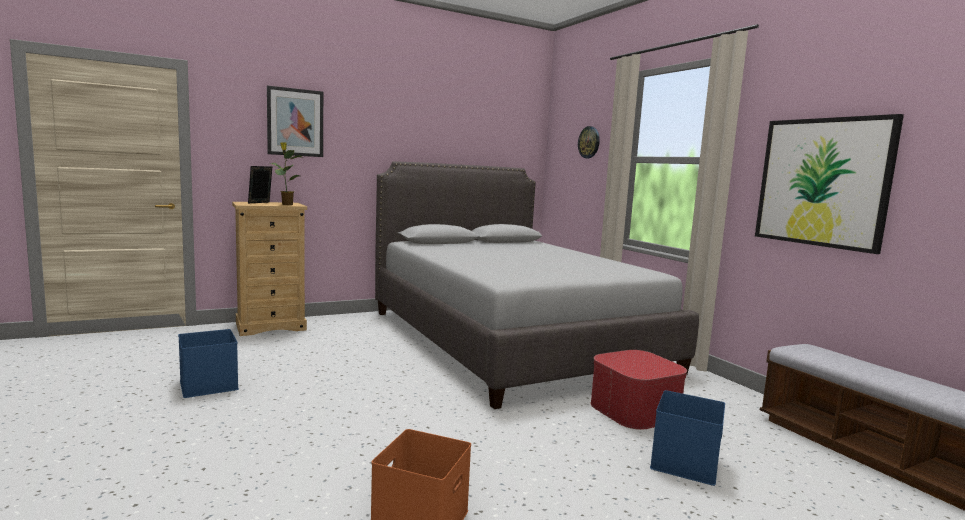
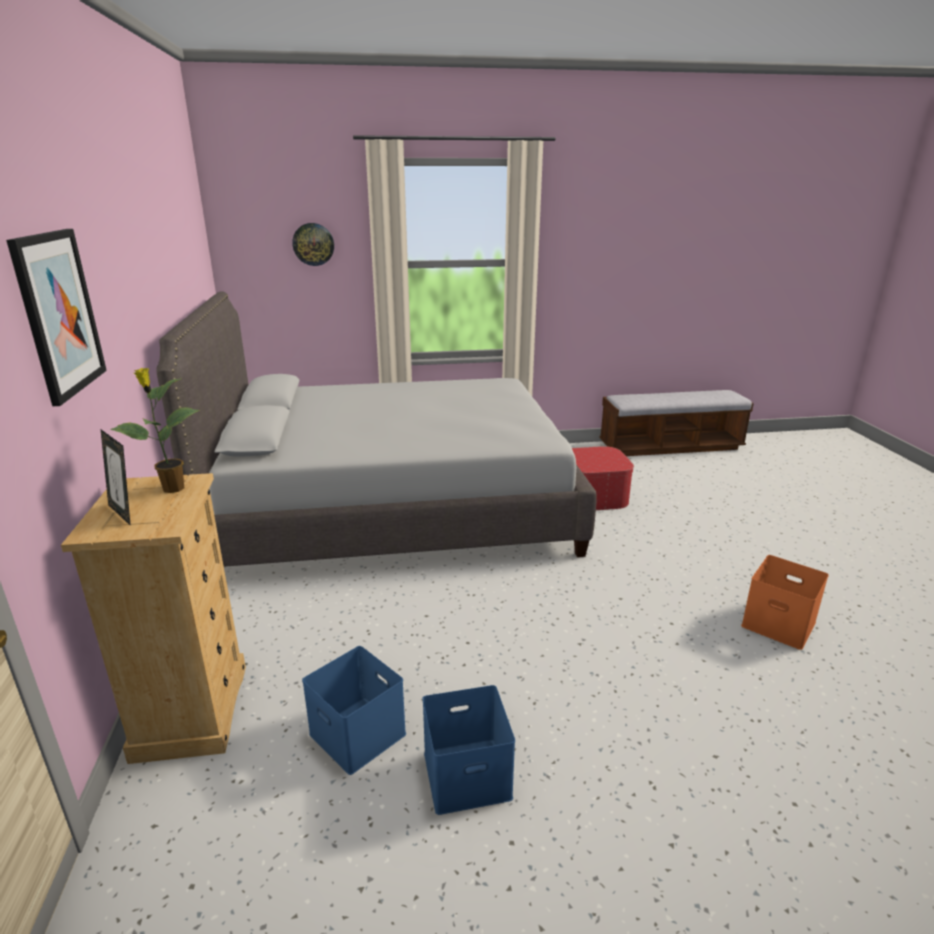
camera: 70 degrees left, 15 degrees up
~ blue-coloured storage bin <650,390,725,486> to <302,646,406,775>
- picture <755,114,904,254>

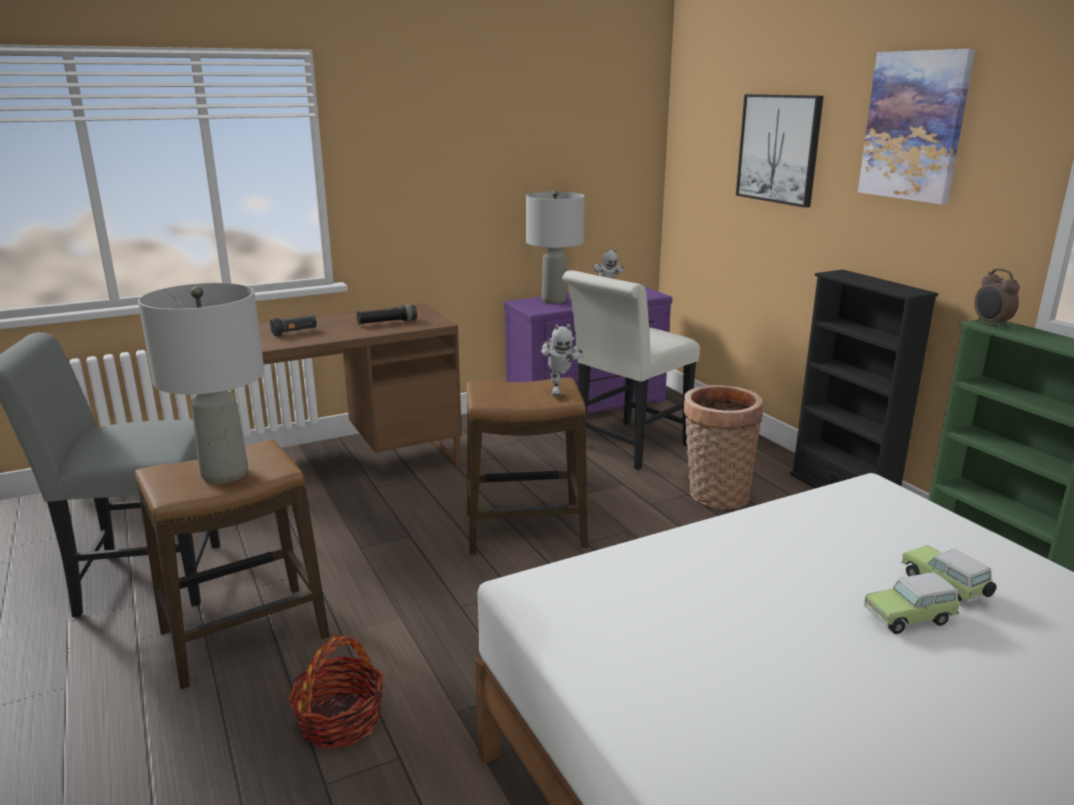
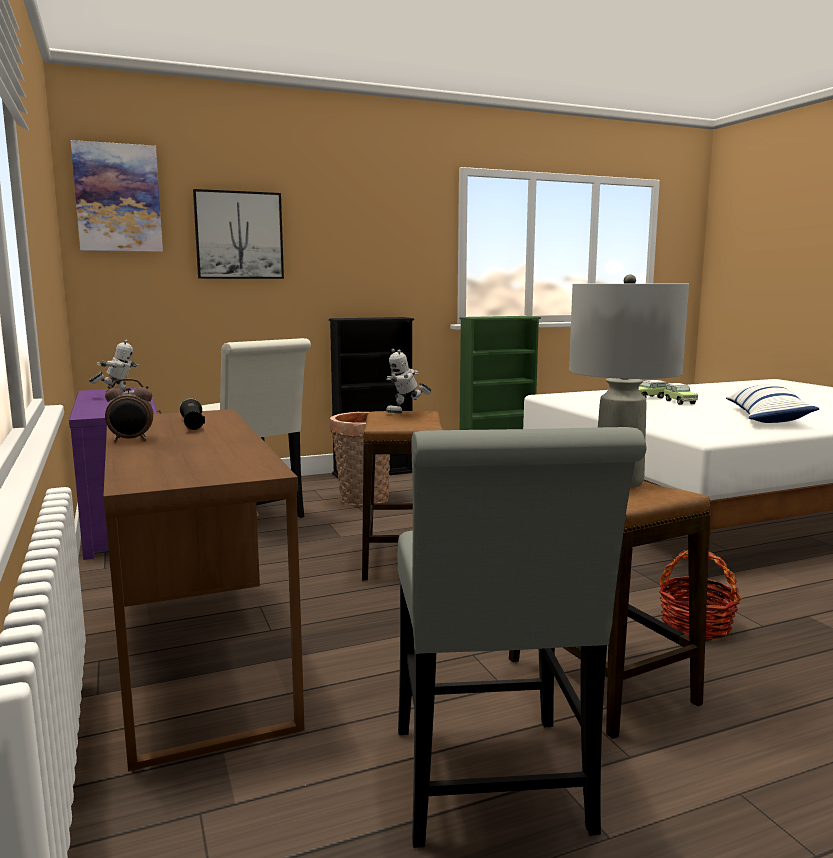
camera: 85 degrees left, 10 degrees down
~ picture <858,49,975,204> to <71,140,163,252>
~ table clock <974,269,1020,328> to <105,379,153,442>
~ robot figure <541,324,584,397> = <386,349,432,414> 150 degrees clockwise
+ pillow <726,385,820,423>
- black-coloured torch <270,315,317,336>
- gray table lamp <526,191,585,304>

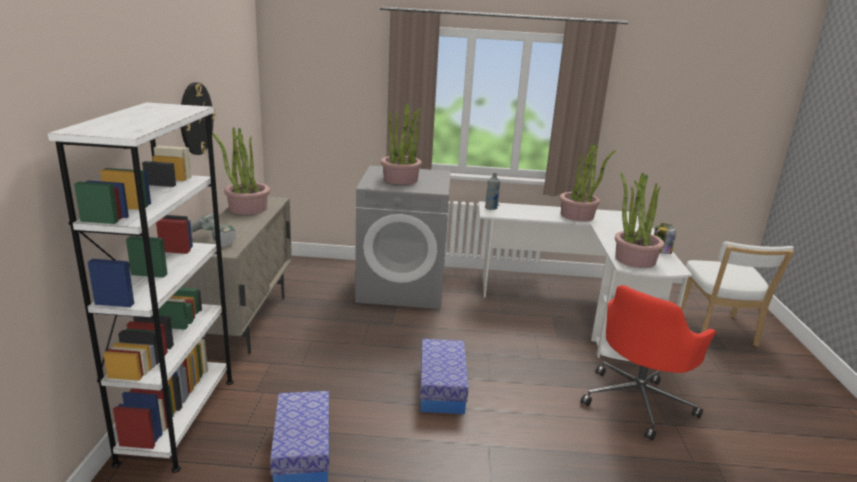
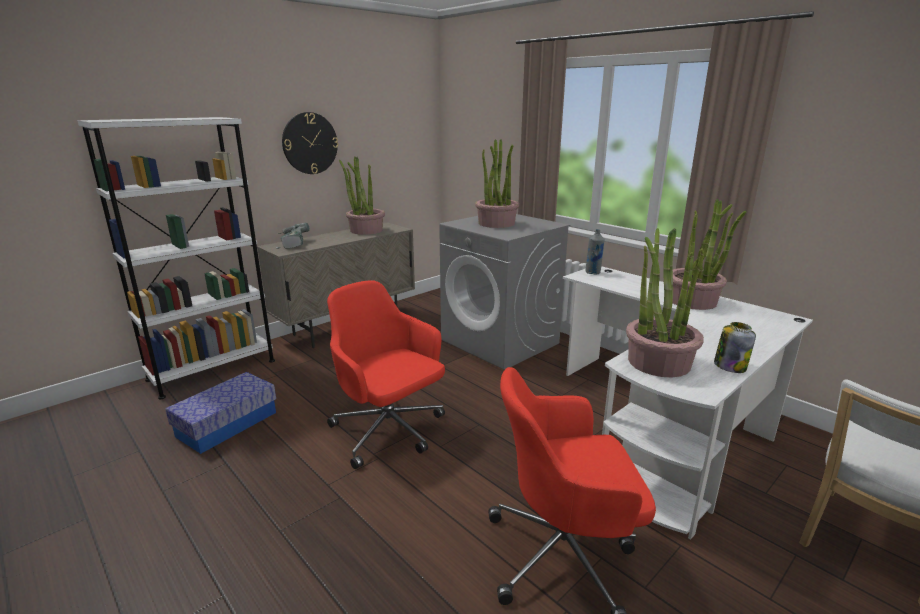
camera: 45 degrees right, 0 degrees up
~ storage bin <420,339,469,414> to red office chair <327,280,445,469>

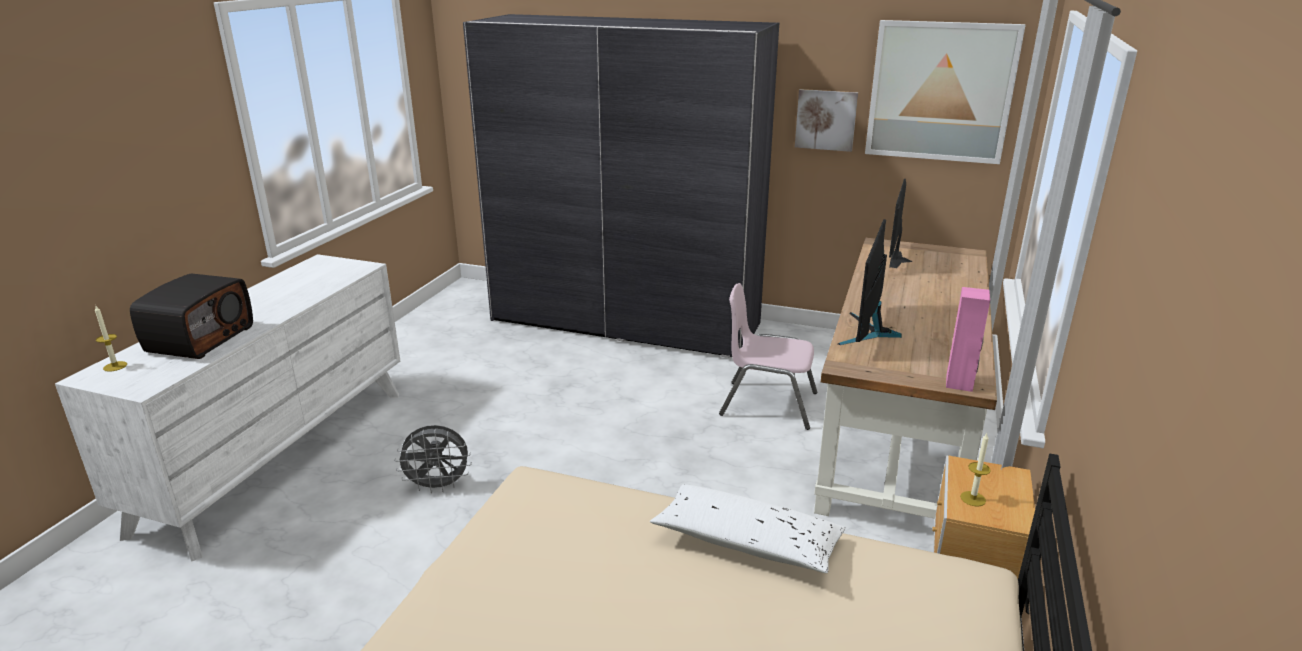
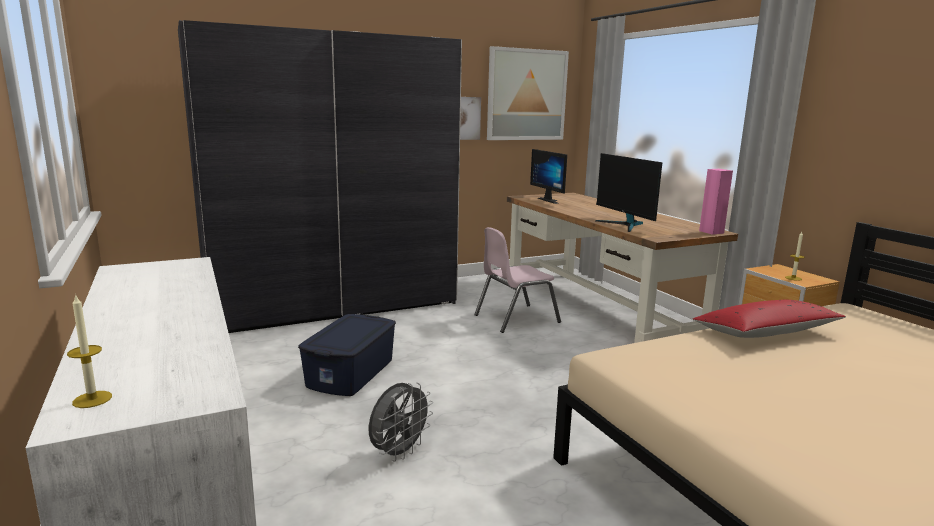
camera: 45 degrees left, 10 degrees down
+ blue-coloured storage bin <298,314,396,396>
~ whitish pillow <650,484,845,573> to red pillow <693,300,846,338>
- radio set <130,273,253,359>

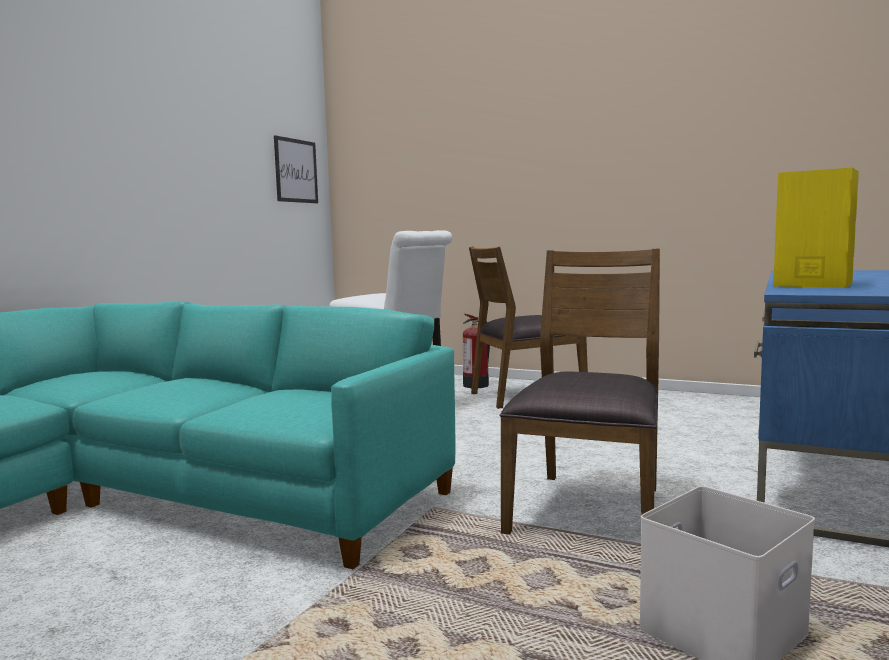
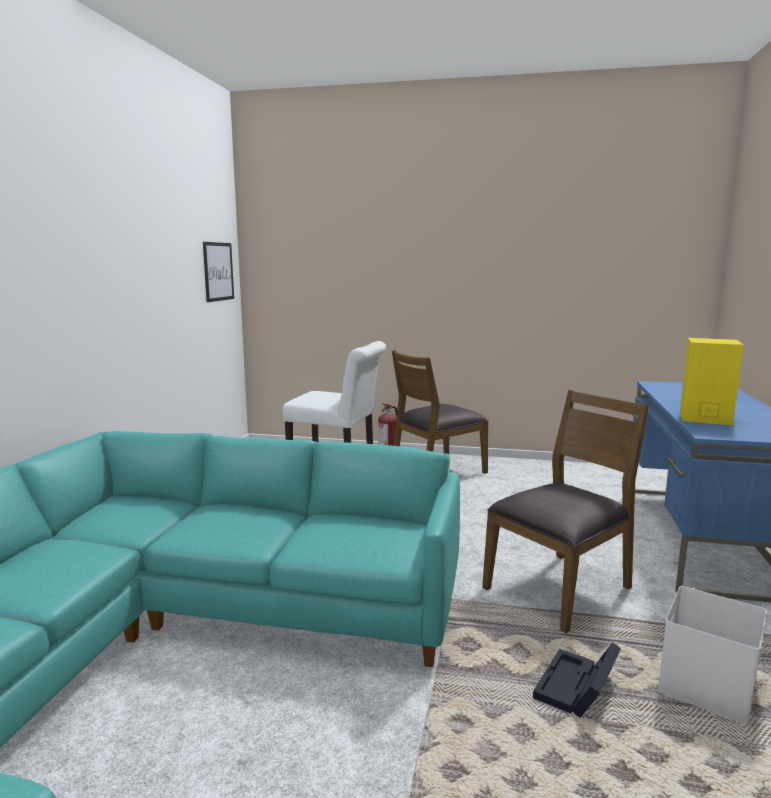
camera: 15 degrees left, 5 degrees up
~ brown chair <500,248,660,535> = <482,390,649,633> 45 degrees clockwise
+ black-coloured storage bin <533,642,621,718>

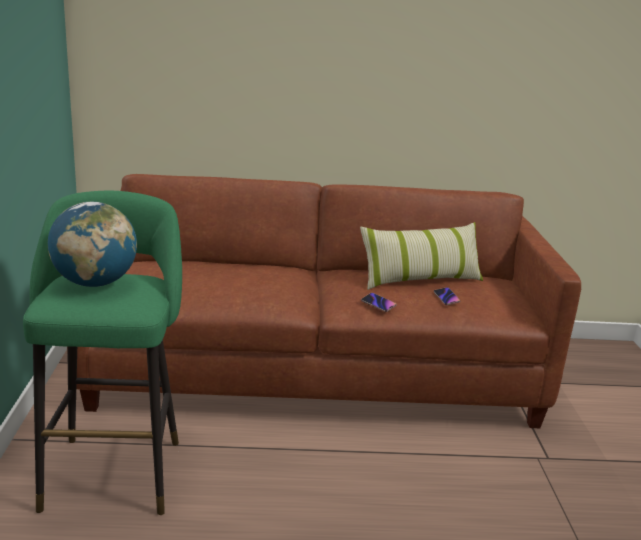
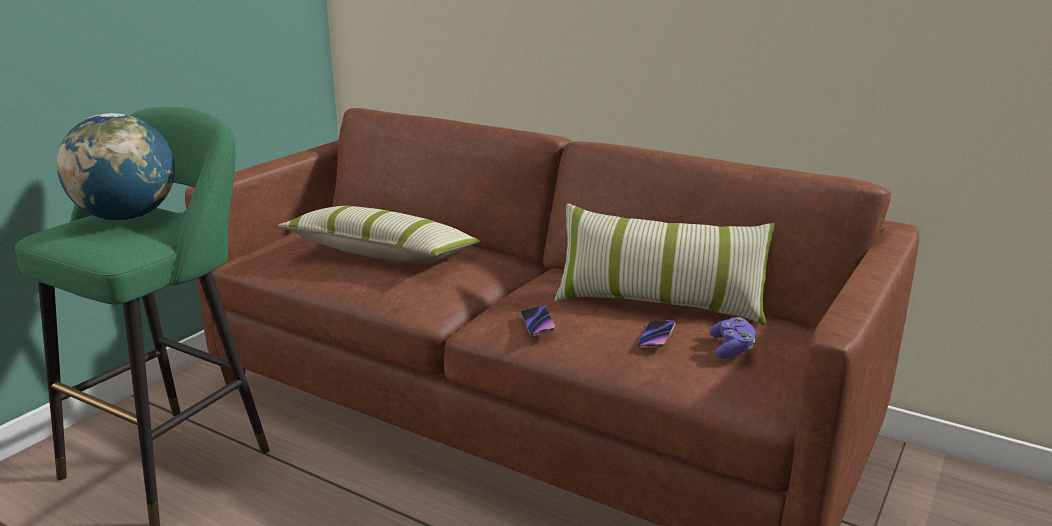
camera: 35 degrees right, 0 degrees up
+ pillow <278,206,480,263>
+ purple game controller <710,317,755,359>

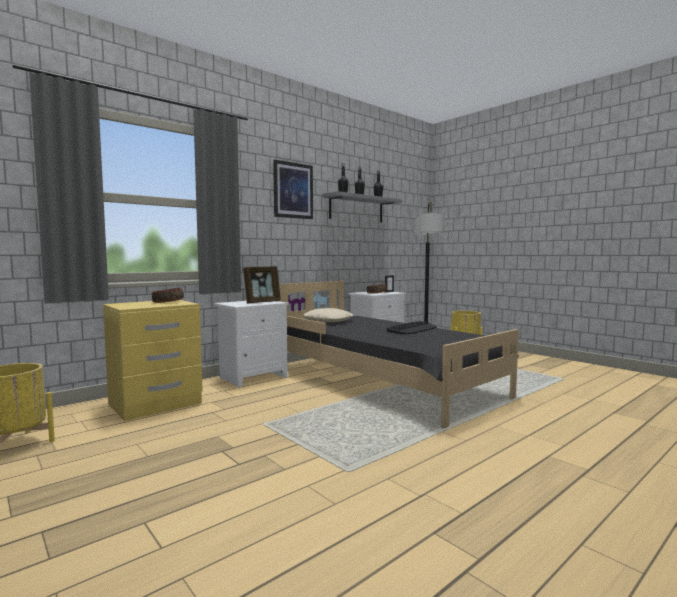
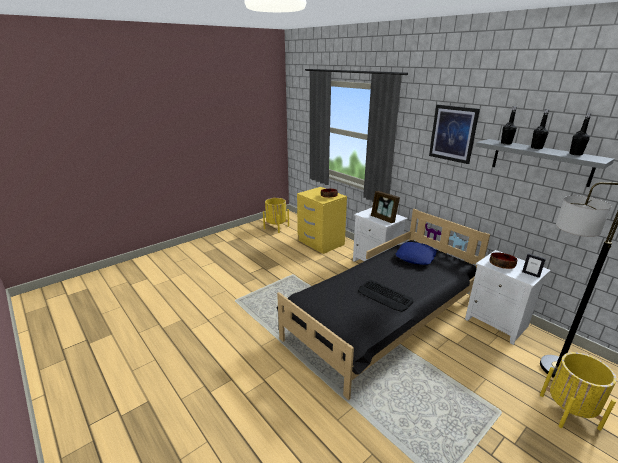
camera: 90 degrees right, 20 degrees up
~ beige pillow <304,308,353,323> to blue-coloured pillow <396,242,437,265>

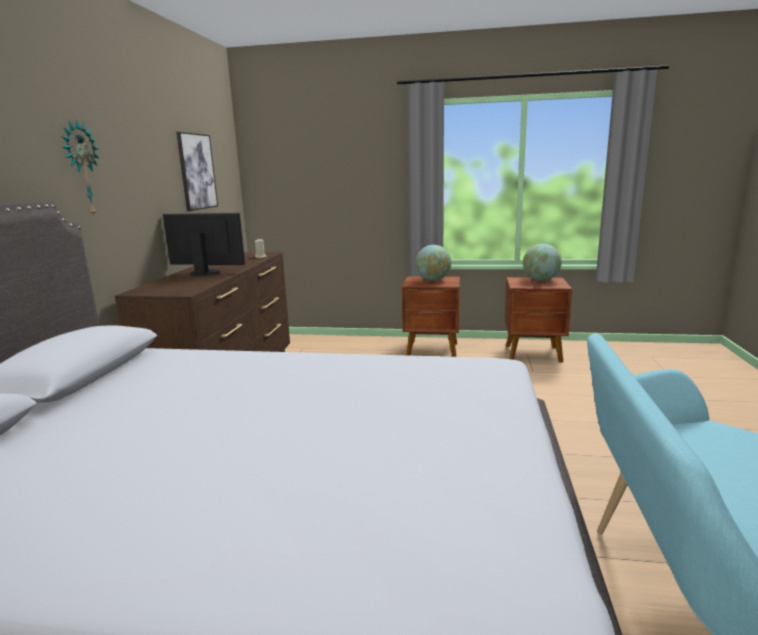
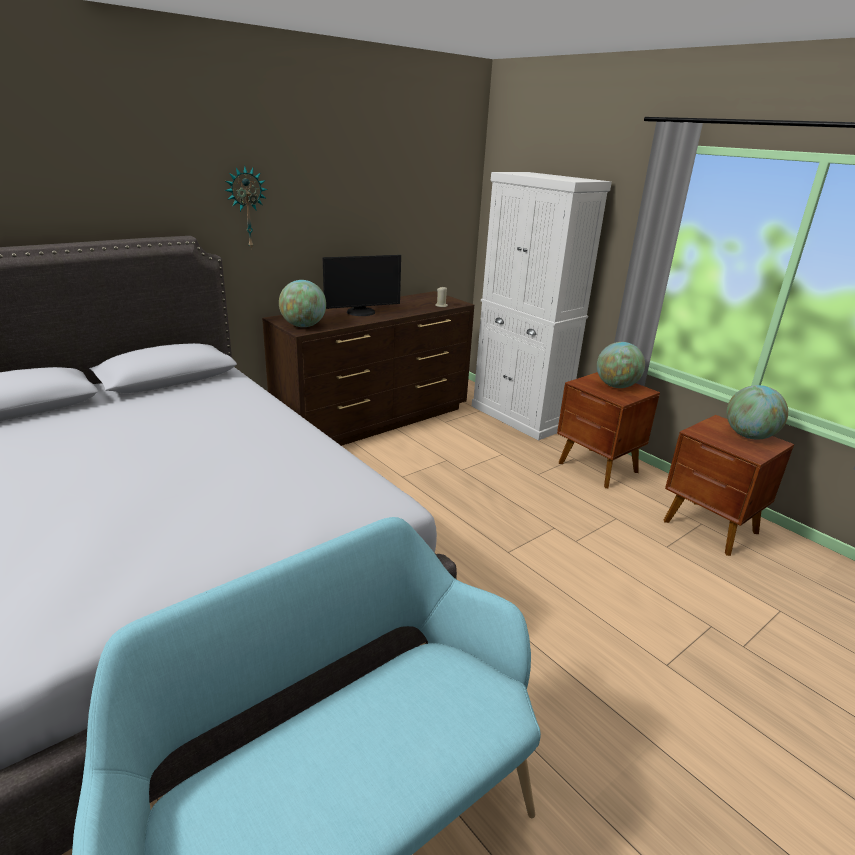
camera: 40 degrees right, 10 degrees up
+ desk globe <279,280,326,327>
~ computer screen <163,213,245,276> = <323,255,401,316> 105 degrees clockwise
+ whitish storage cabinet <472,172,612,441>
- picture <176,132,218,211>

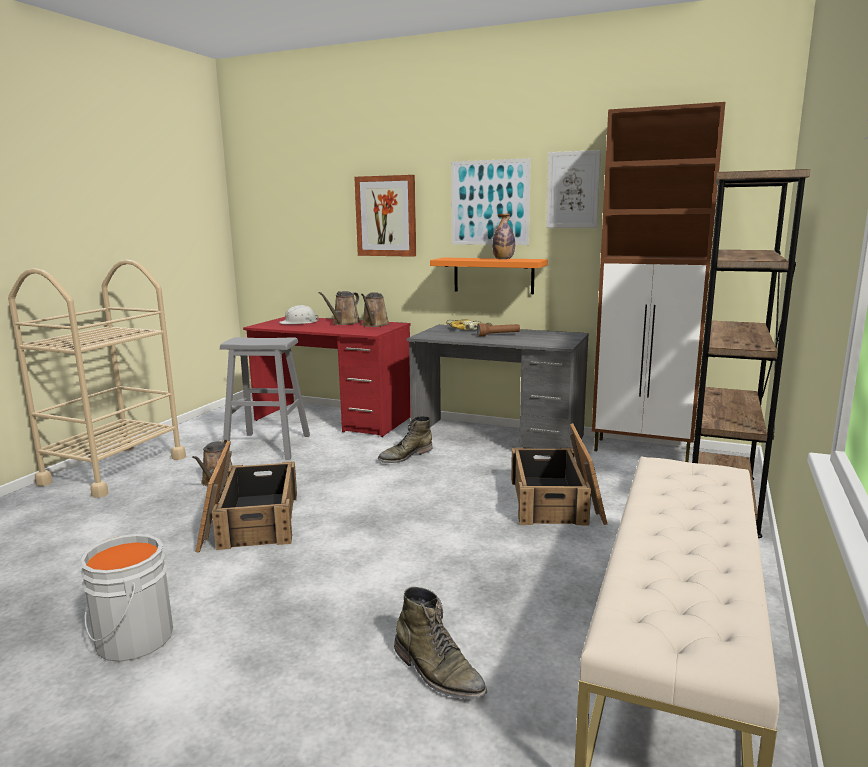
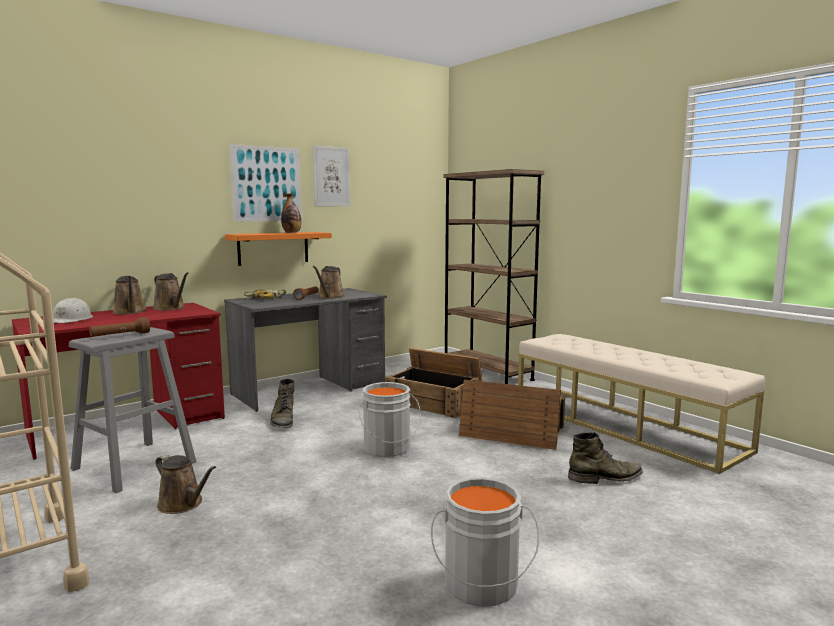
camera: 60 degrees left, 5 degrees down
+ brown torch <89,317,150,337>
+ brown sprinkling can <313,266,345,299>
+ gray water bucket <359,382,421,457>
~ packing crate <195,441,297,553> to <459,380,565,450>
- picture <354,175,416,257>
- brown storage cabinet <592,102,725,462>

